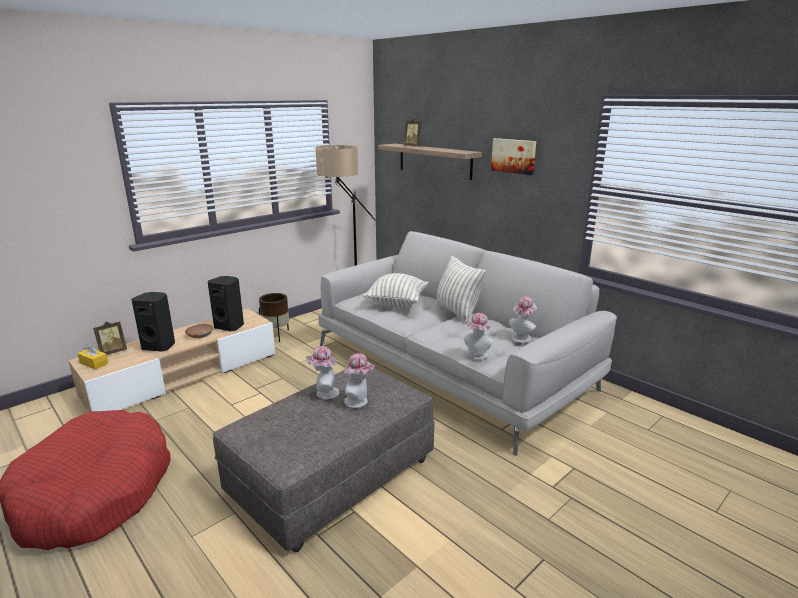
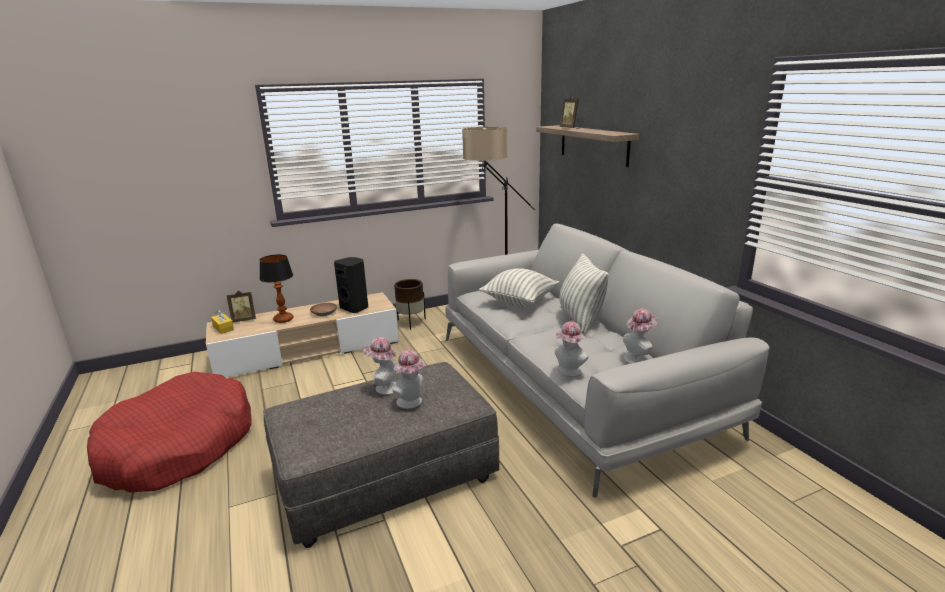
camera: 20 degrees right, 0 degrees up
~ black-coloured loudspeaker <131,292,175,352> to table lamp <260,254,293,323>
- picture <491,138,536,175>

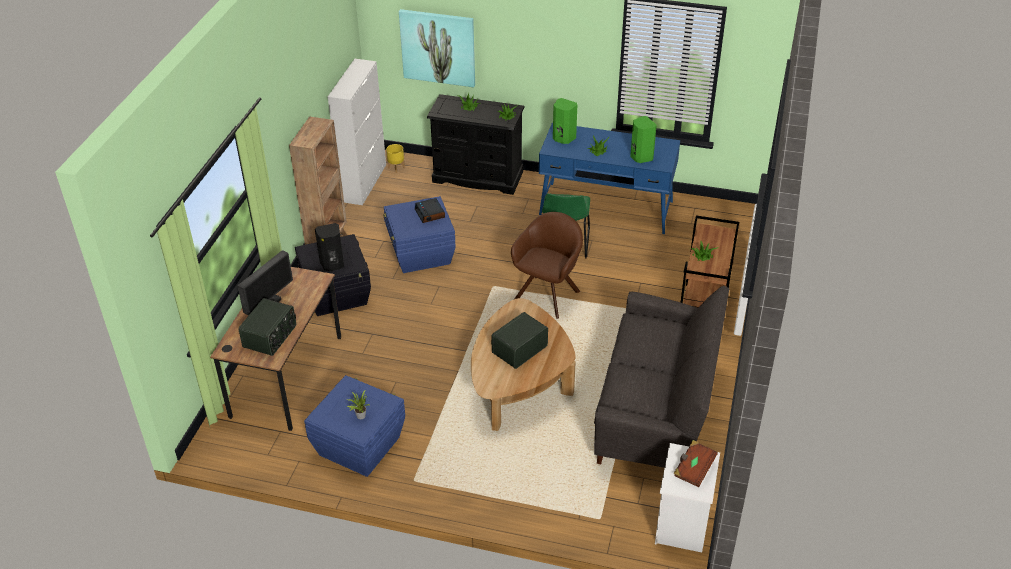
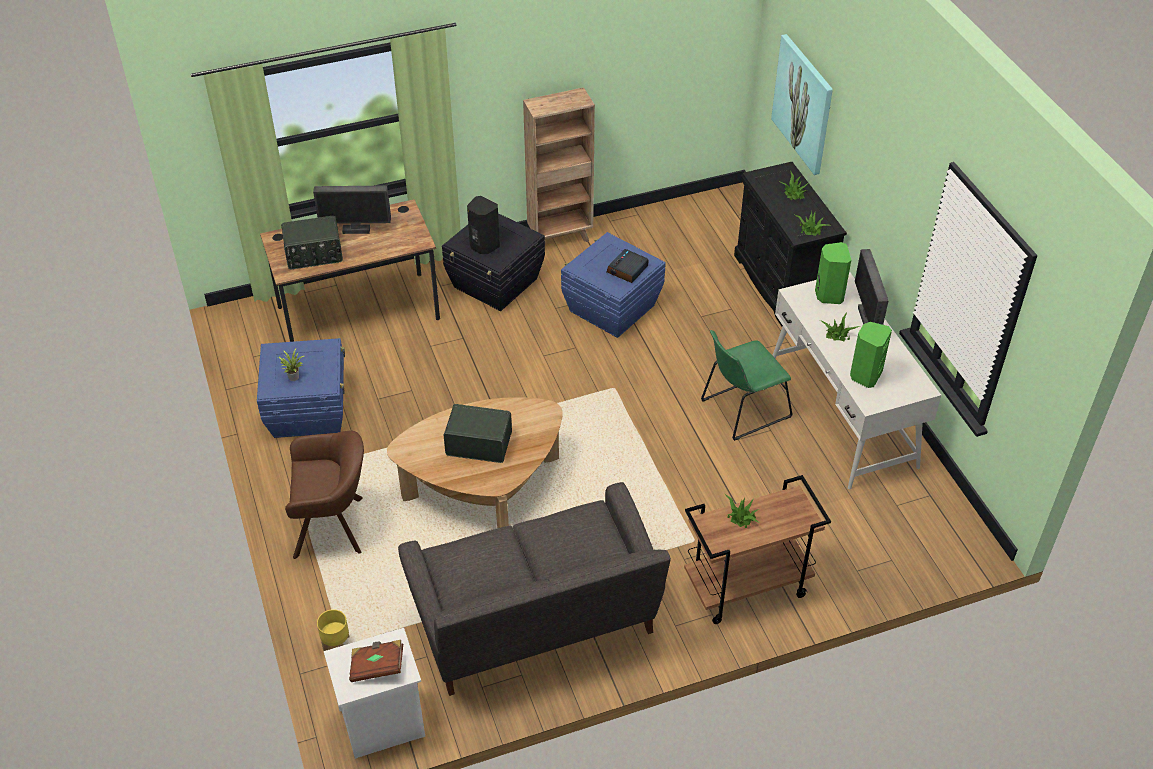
camera: 55 degrees right, 5 degrees up
~ brown easy chair <511,212,583,319> to <285,431,364,559>
~ yellow-coloured plant pot <386,144,405,173> to <317,609,349,651>
~ blue-coloured desk table <539,123,680,234> to whitish desk table <772,271,941,489>
+ computer screen <855,249,888,325>
- whitish storage cabinet <328,59,386,205>

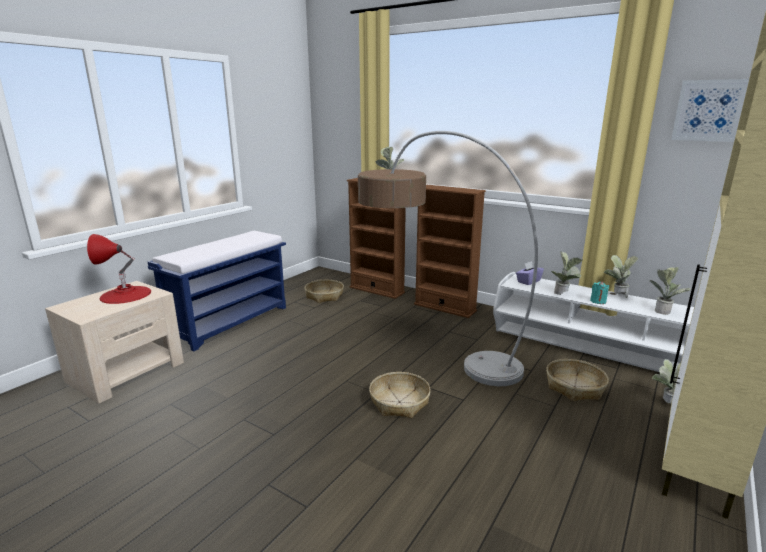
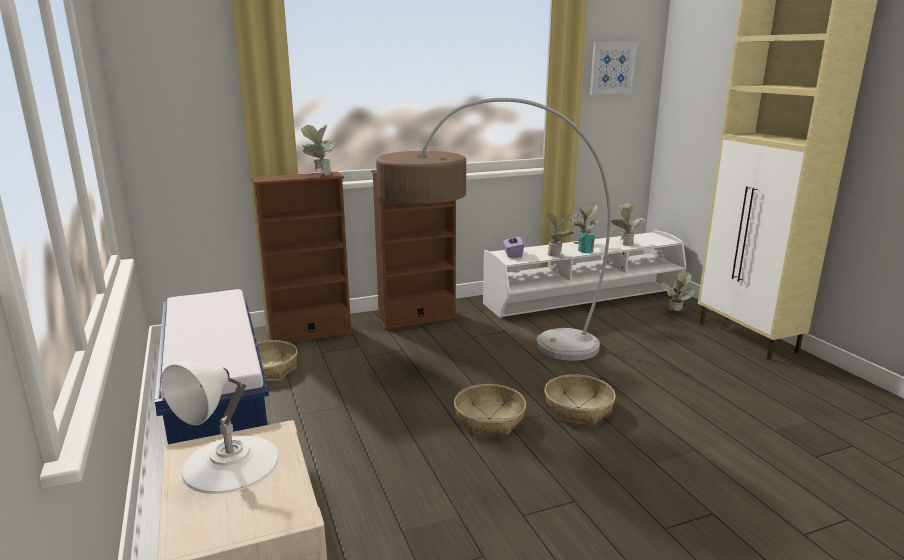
camera: 55 degrees left, 0 degrees up
~ red table lamp <87,234,151,304> to whitish table lamp <161,362,280,494>
~ basket <546,359,609,401> to <454,384,526,435>

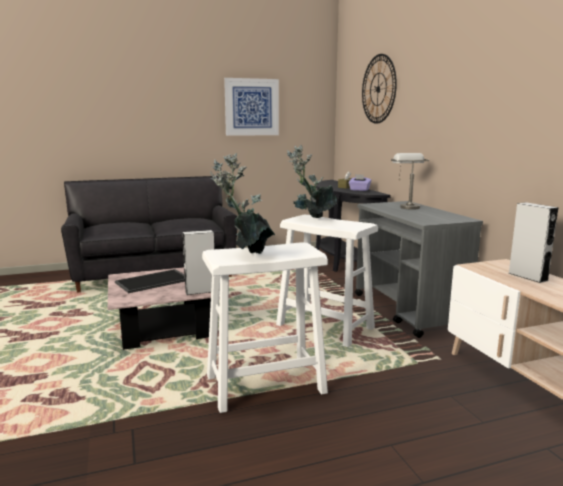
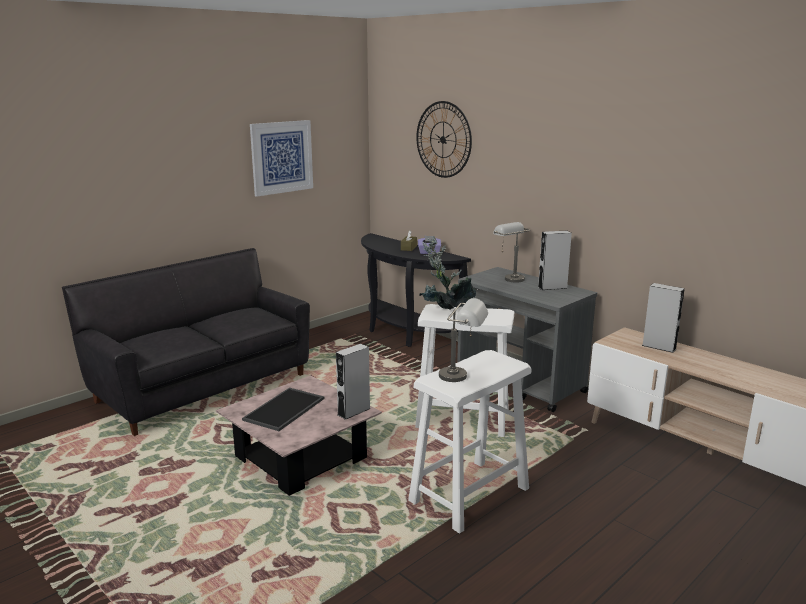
camera: 25 degrees left, 5 degrees up
~ houseplant <210,153,275,254> to gray table lamp <439,298,488,382>
+ gray loudspeaker <538,231,572,290>

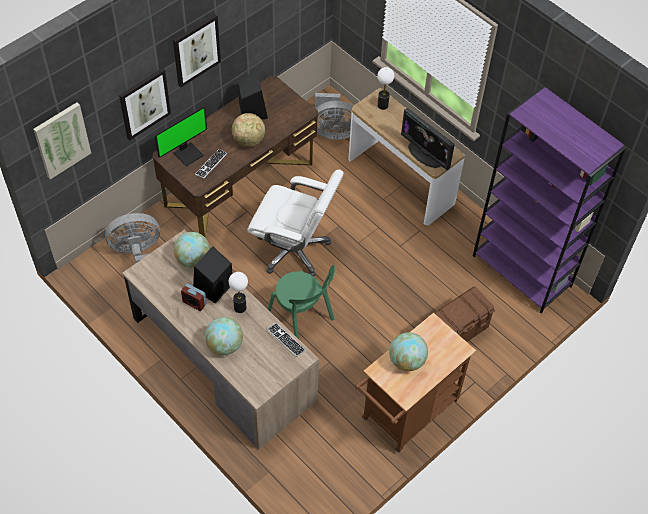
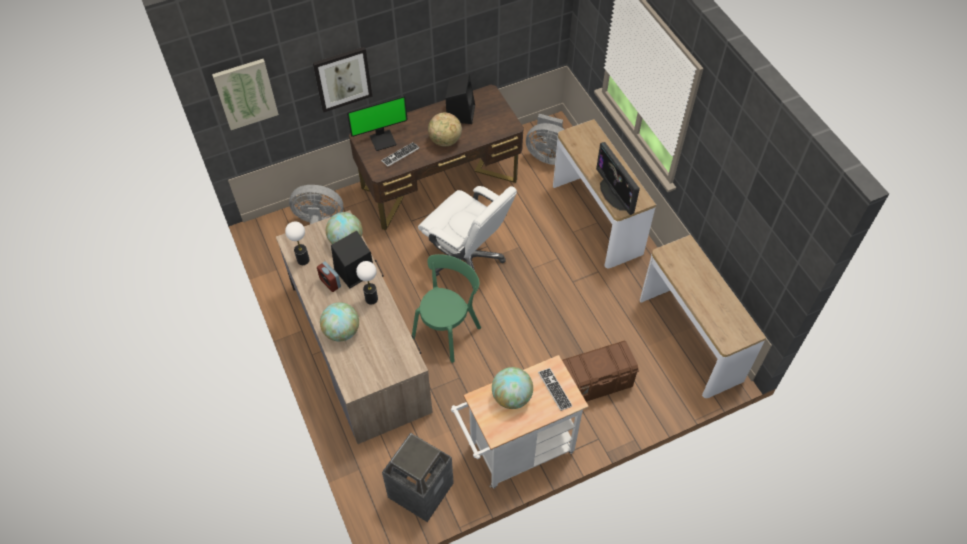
camera: 20 degrees right, 0 degrees up
~ table lamp <377,67,394,110> to <285,222,310,265>
+ trash can <382,433,454,522>
~ greenish chair <268,265,335,339> = <412,254,481,363> 120 degrees counterclockwise
~ brown trolley <355,313,476,453> to whitish trolley <451,355,589,488>
~ computer keyboard <267,323,306,357> to <538,368,572,411>
~ purple bookshelf <473,87,626,314> to console table <640,235,766,398>
- picture <173,14,221,87>

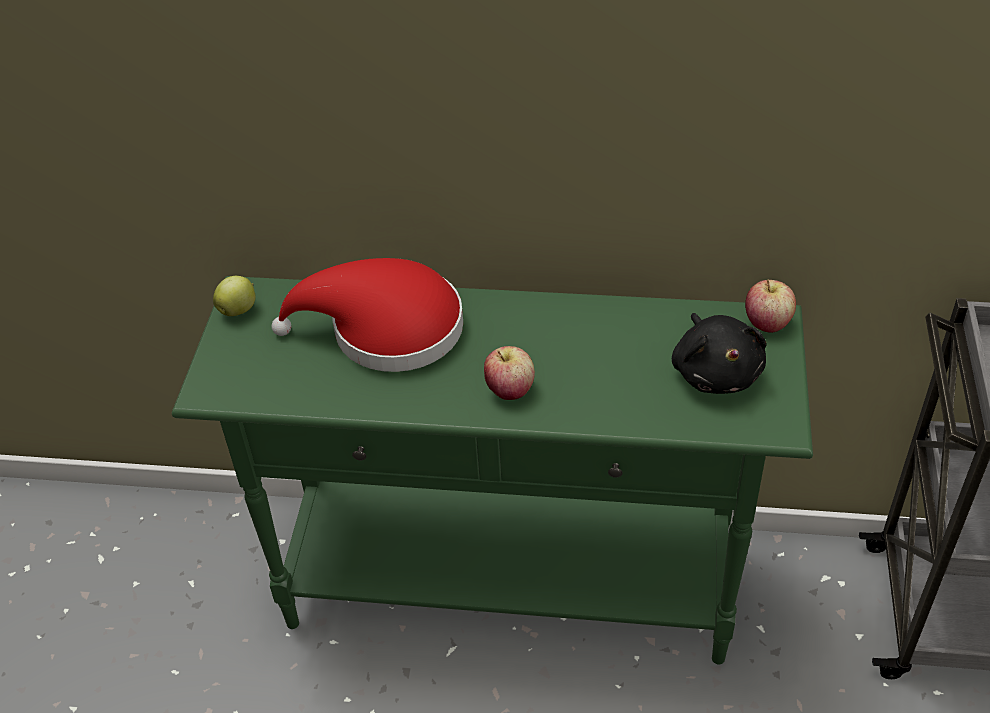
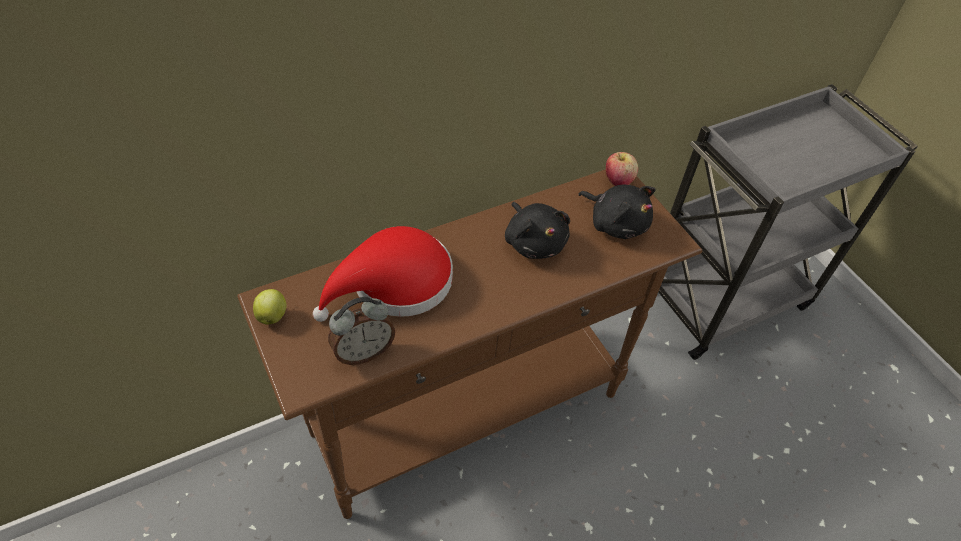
camera: 40 degrees left, 5 degrees up
~ greenish console table <172,276,813,665> to brown console table <237,169,702,519>
+ table clock <328,297,395,365>
+ black-coloured plush toy <505,202,570,259>
- whole apple <484,346,535,400>

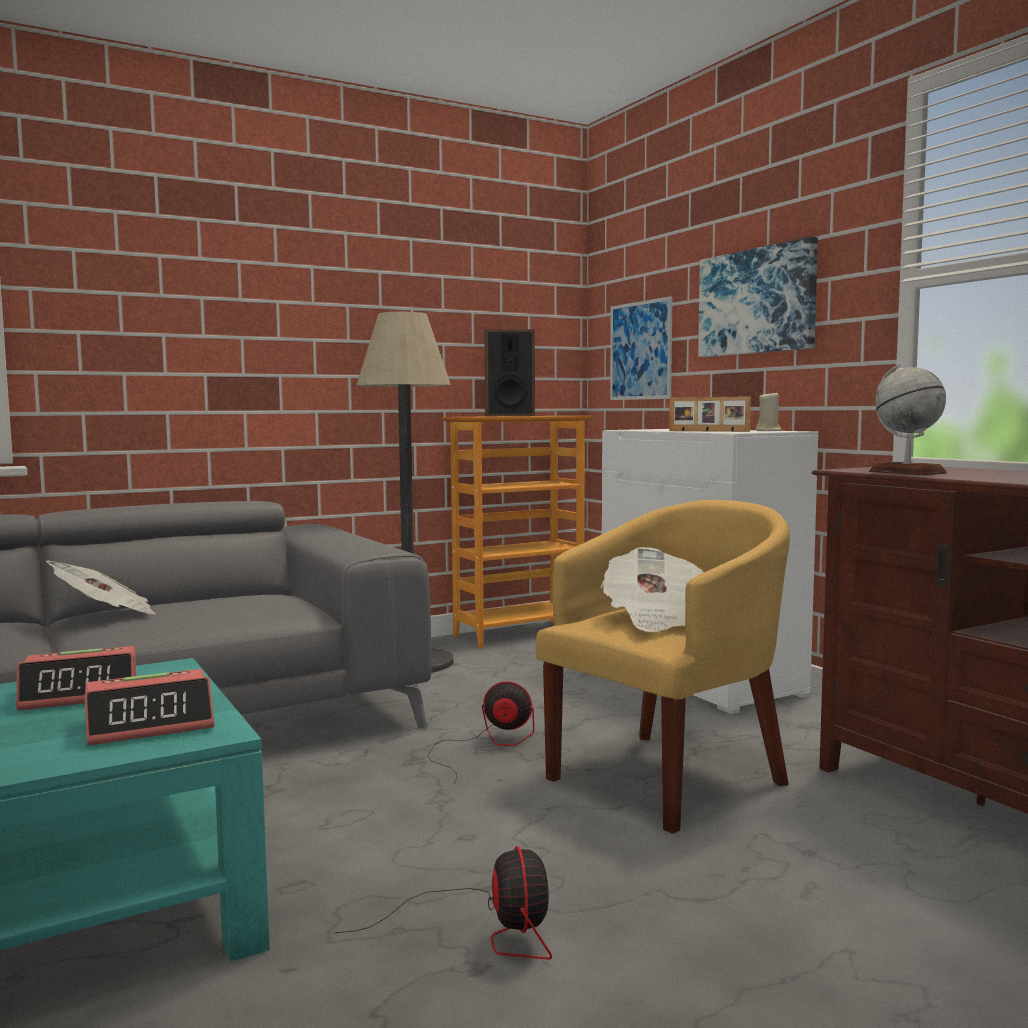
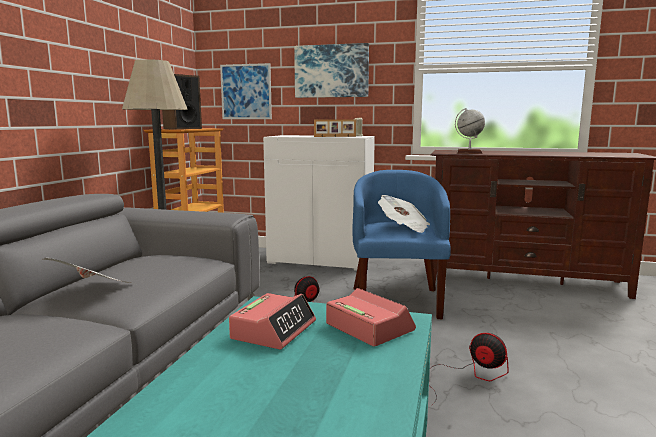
camera: 45 degrees left, 5 degrees up
~ table clock <84,669,214,746> = <326,288,416,347> 60 degrees counterclockwise
~ yellow-coloured easy chair <535,500,790,834> to blue-coloured easy chair <352,170,451,319>

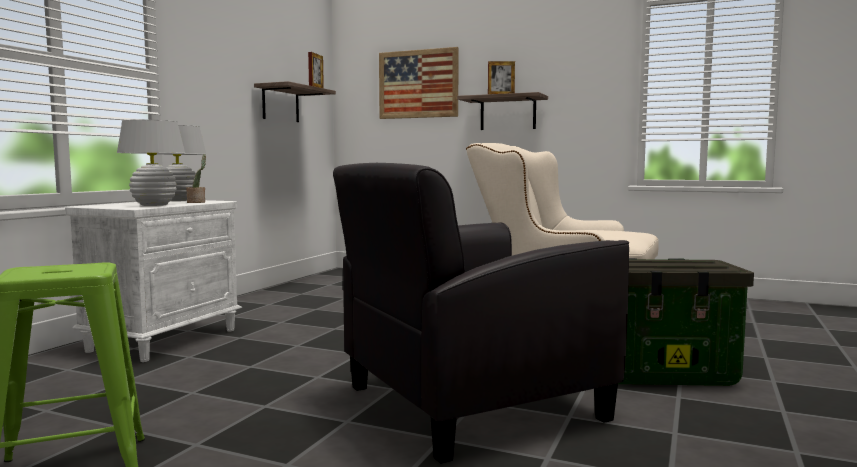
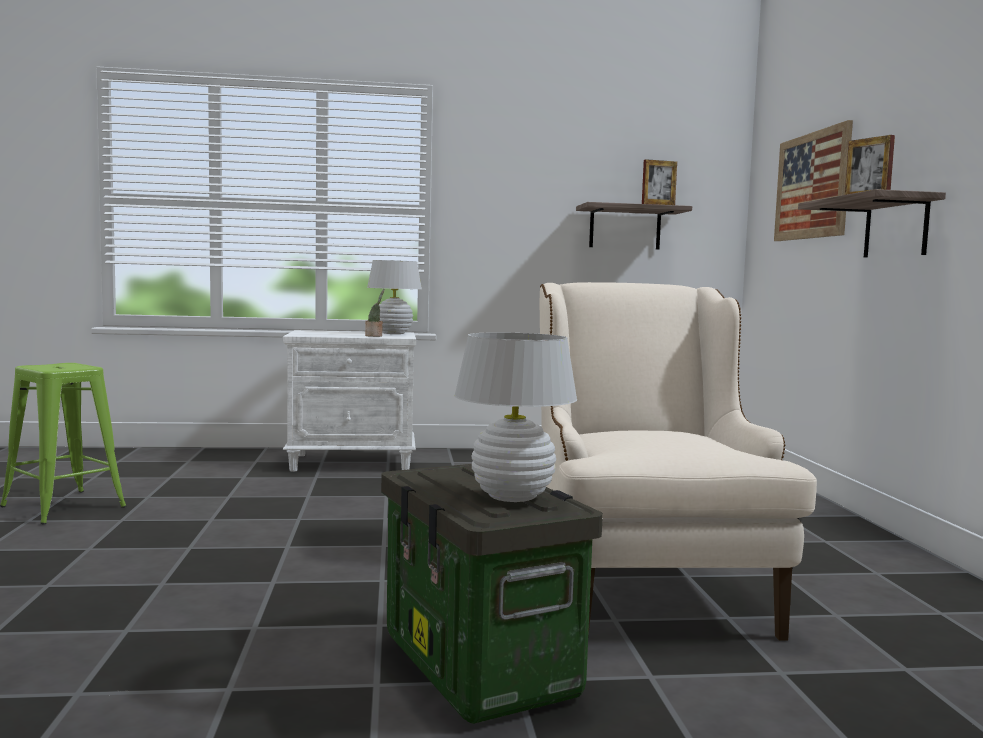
camera: 60 degrees right, 0 degrees up
~ whitish table lamp <117,119,185,206> to <454,332,577,502>
- black-coloured easy chair <333,163,629,464>

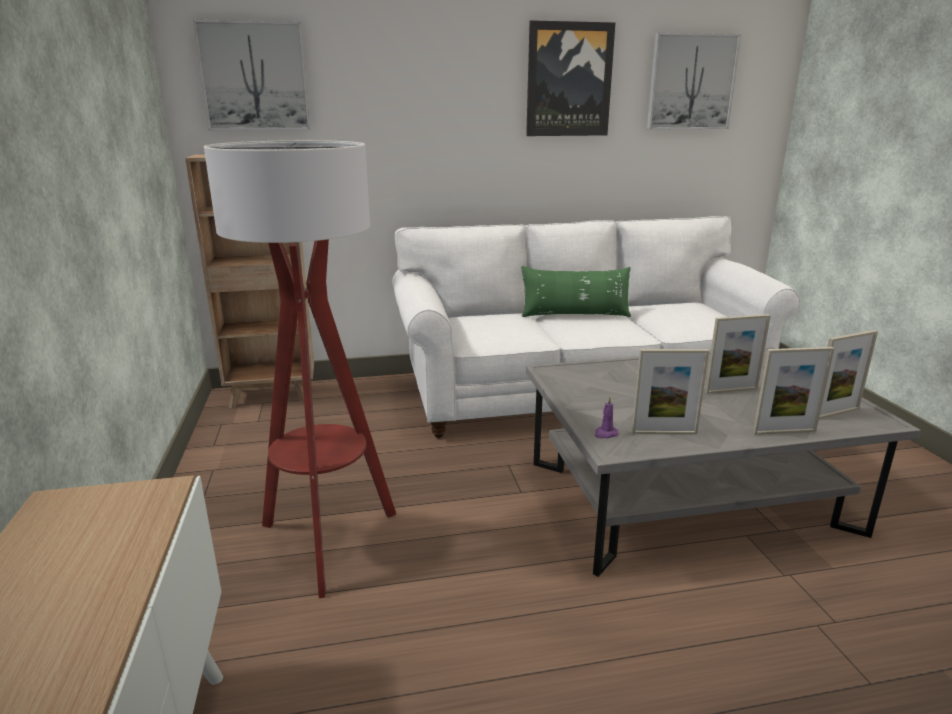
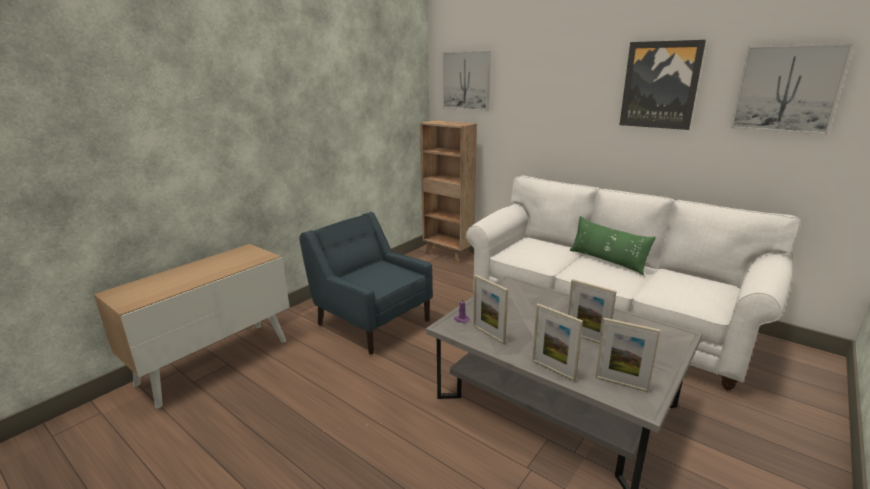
camera: 50 degrees right, 0 degrees up
~ standard lamp <204,140,396,598> to blue-coloured easy chair <299,212,433,355>

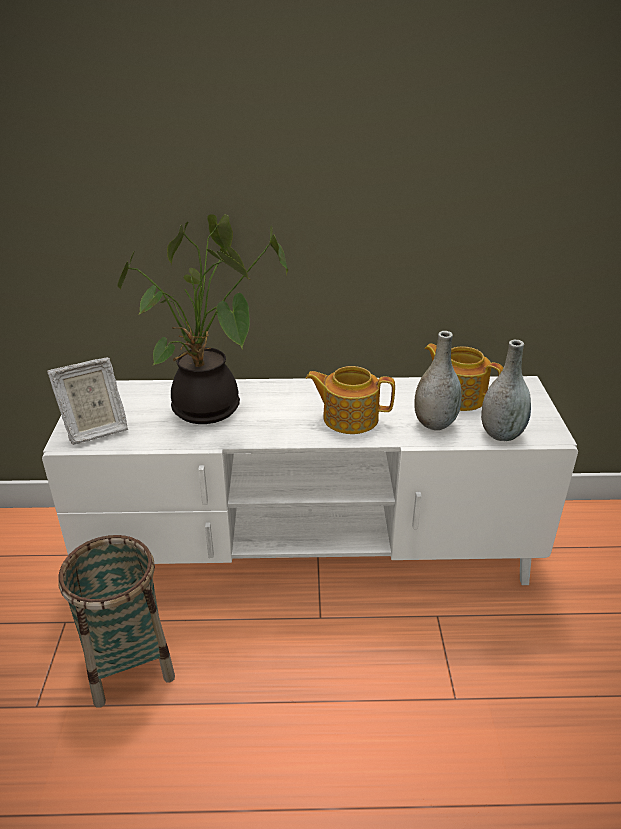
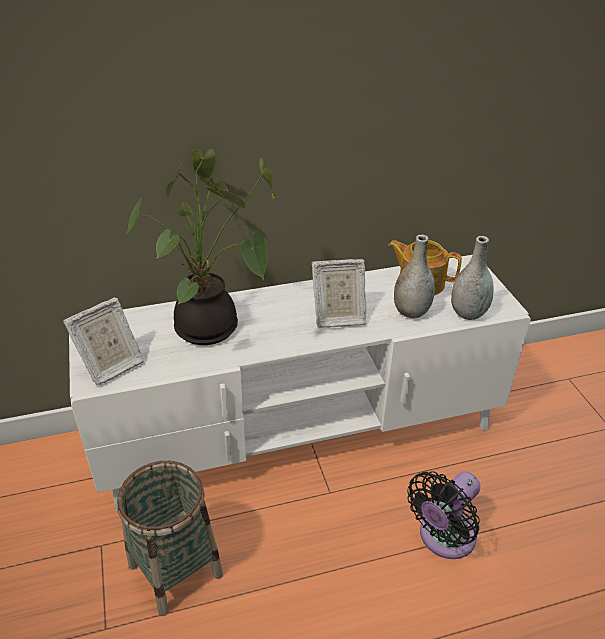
camera: 15 degrees left, 5 degrees up
~ teapot <306,366,395,434> to standing frame <312,259,366,328>
+ black-coloured electric fan <407,471,480,559>

